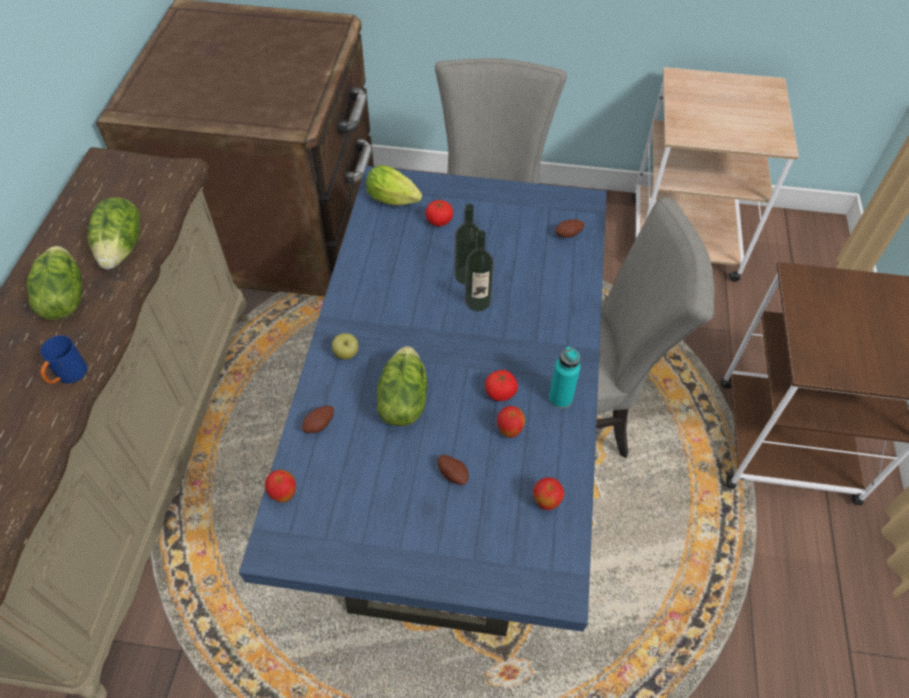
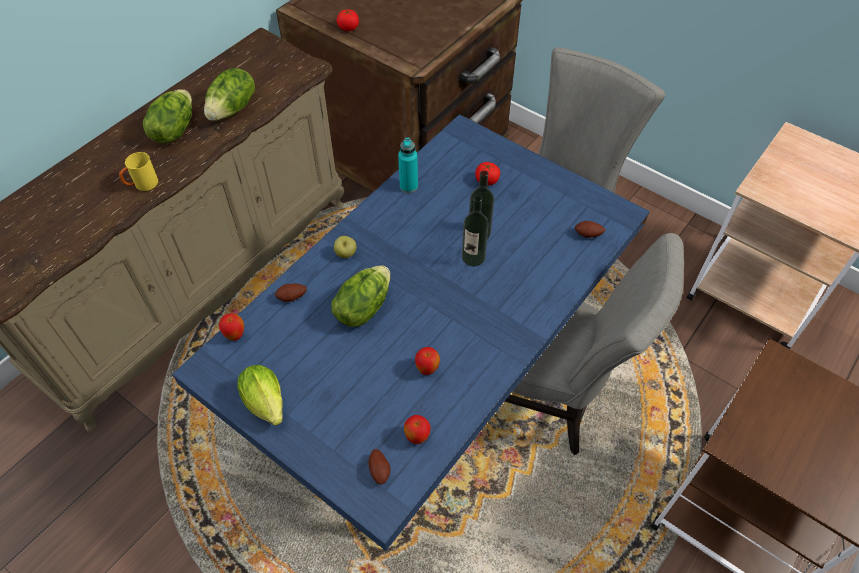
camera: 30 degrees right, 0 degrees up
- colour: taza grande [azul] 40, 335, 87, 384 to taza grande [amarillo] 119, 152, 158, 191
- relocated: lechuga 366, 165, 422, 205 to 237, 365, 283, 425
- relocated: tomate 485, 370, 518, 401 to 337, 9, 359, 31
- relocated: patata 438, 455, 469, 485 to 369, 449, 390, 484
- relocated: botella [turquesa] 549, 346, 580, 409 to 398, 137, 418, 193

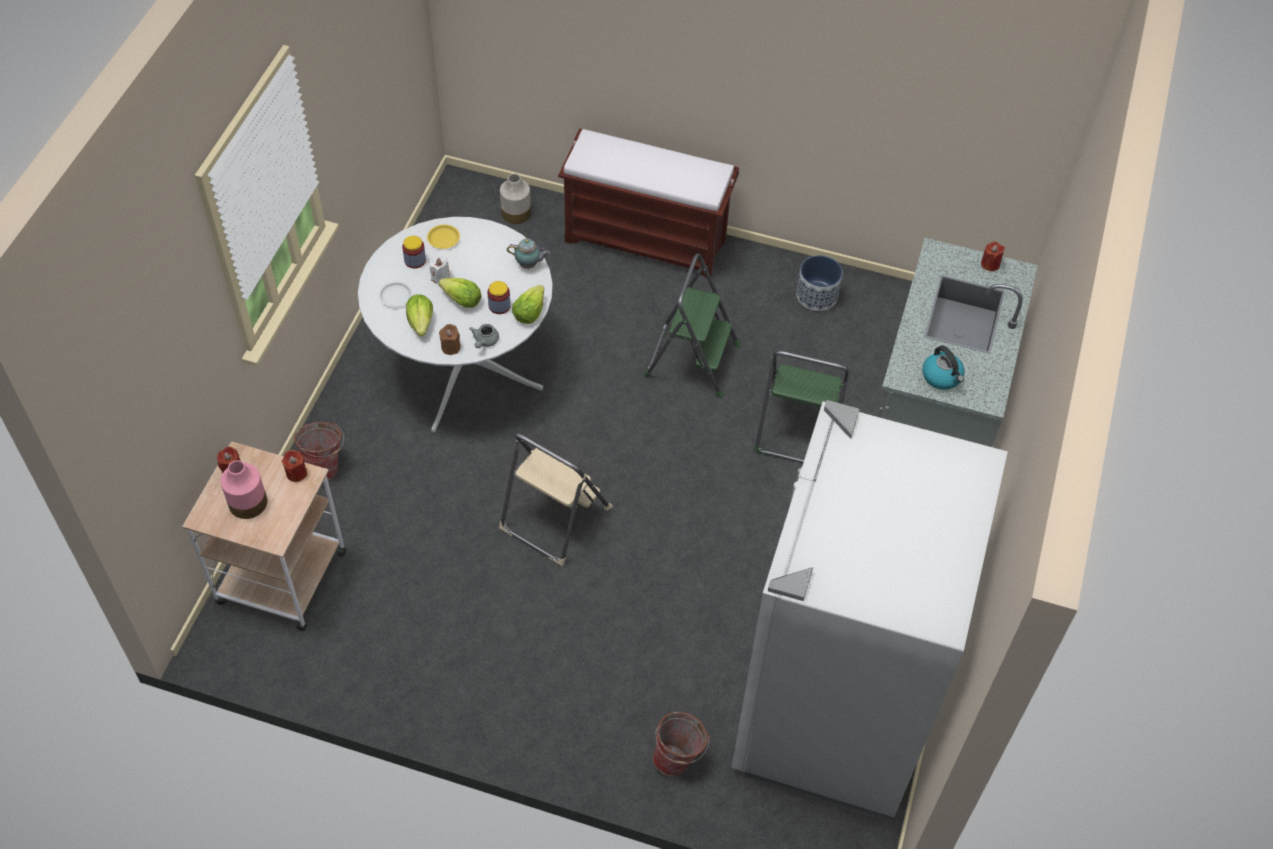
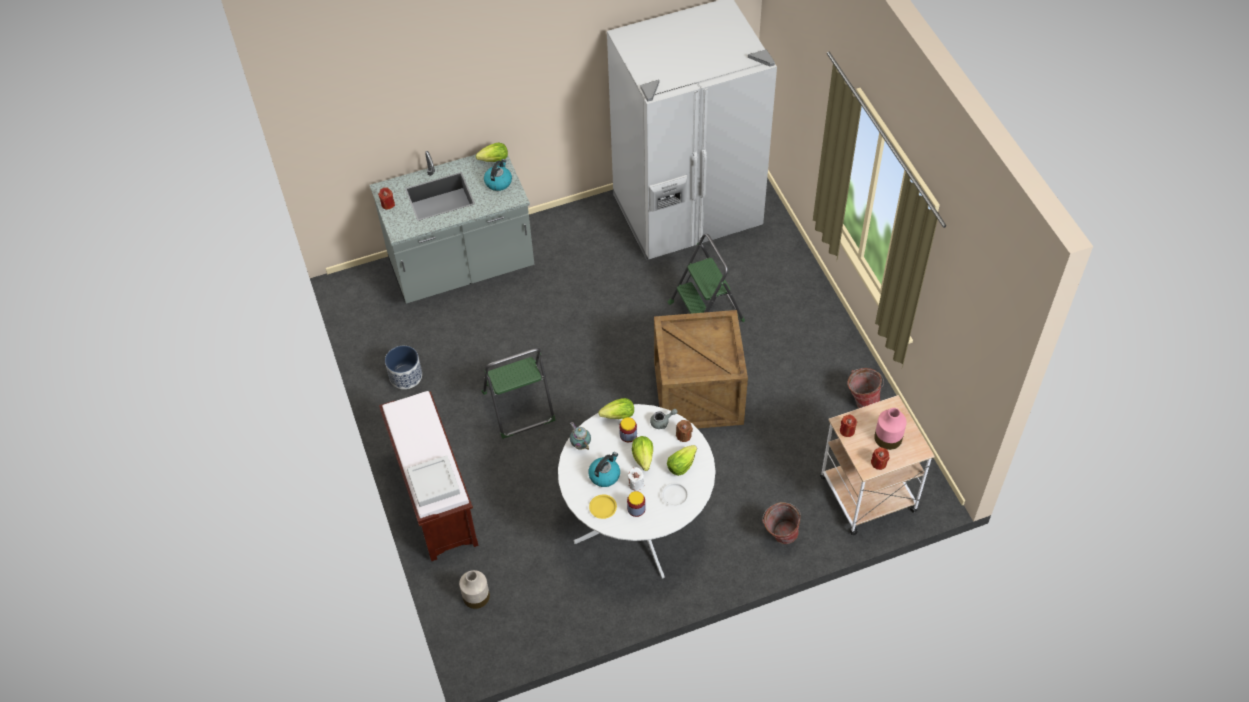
camera: 125 degrees left, 0 degrees up
- appeared: bandeja [gris] 407, 455, 460, 507
- appeared: lechuga 476, 143, 508, 162
- appeared: hervidor 588, 452, 620, 487
- exchanged: escalera de tijera [beis] 499, 432, 613, 566 to caja de embalaje 654, 310, 748, 429
- relocated: escalera de tijera [verde] 754, 350, 850, 463 to 668, 234, 745, 322
- relocated: cubo 653, 712, 710, 776 to 847, 368, 884, 408

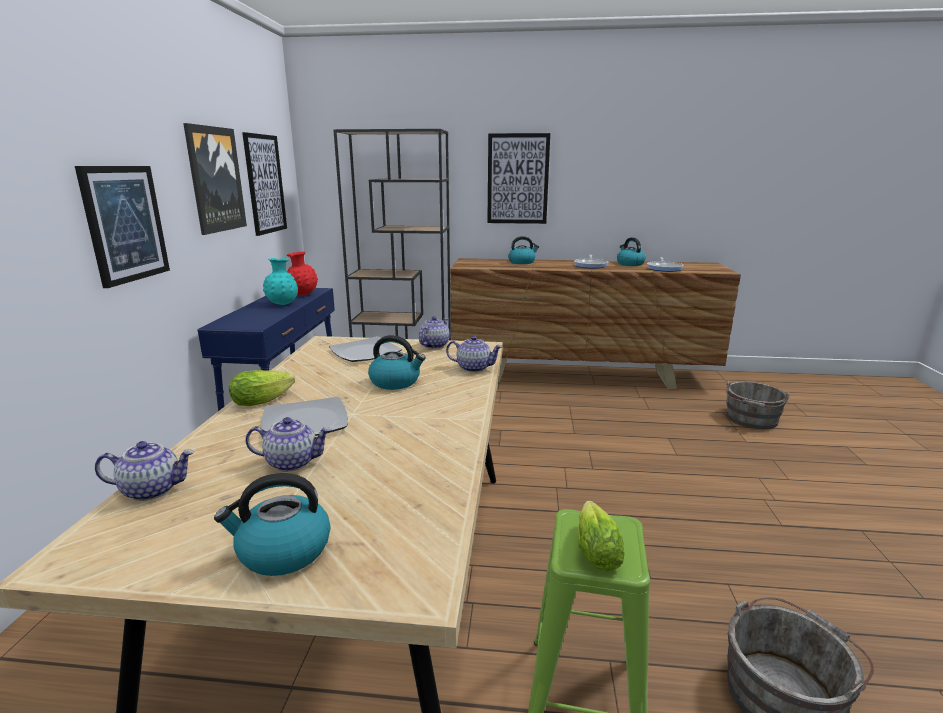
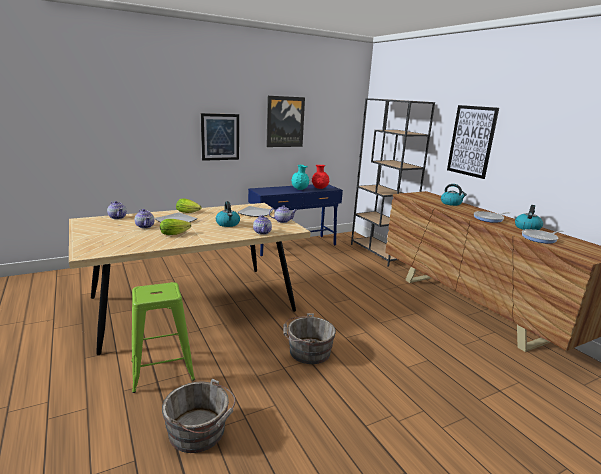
camera: 55 degrees right, 0 degrees up
- relocated: lechuga 578, 500, 625, 571 to 160, 219, 191, 235
- relocated: cubo [gris] 726, 381, 789, 429 to 283, 313, 336, 364
- missing: hervidor 214, 473, 330, 576
- missing: cuadro 242, 132, 287, 236

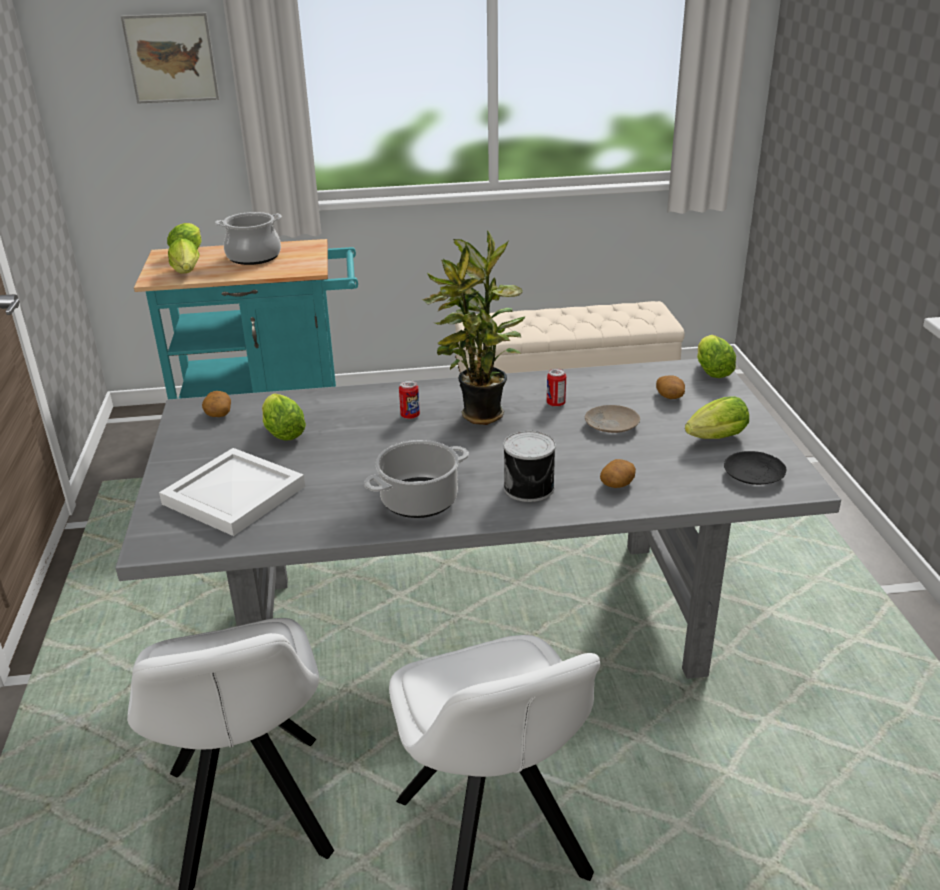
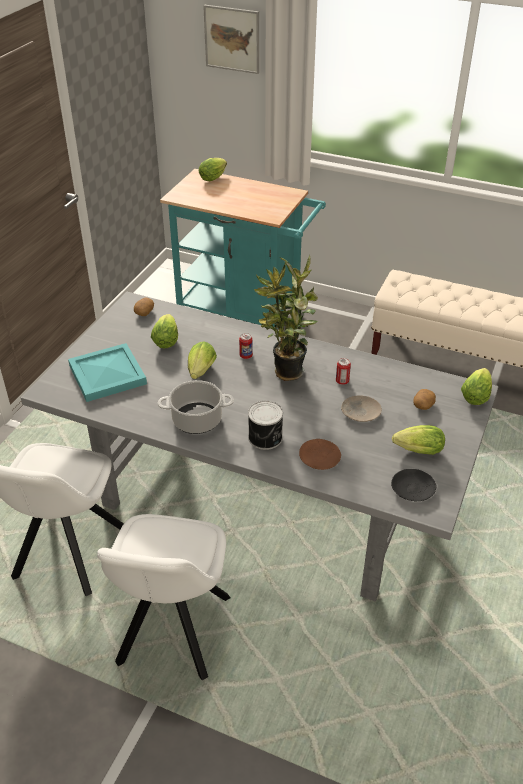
camera: 30 degrees right, 10 degrees up
- colour: bandeja [blanco] 159, 448, 305, 536 to bandeja [turquesa] 68, 343, 147, 402
- relocated: lechuga 168, 238, 199, 274 to 188, 341, 217, 379
- exchanged: patata 600, 459, 636, 488 to plato [marrón] 299, 439, 341, 470
- missing: olla 215, 212, 282, 265

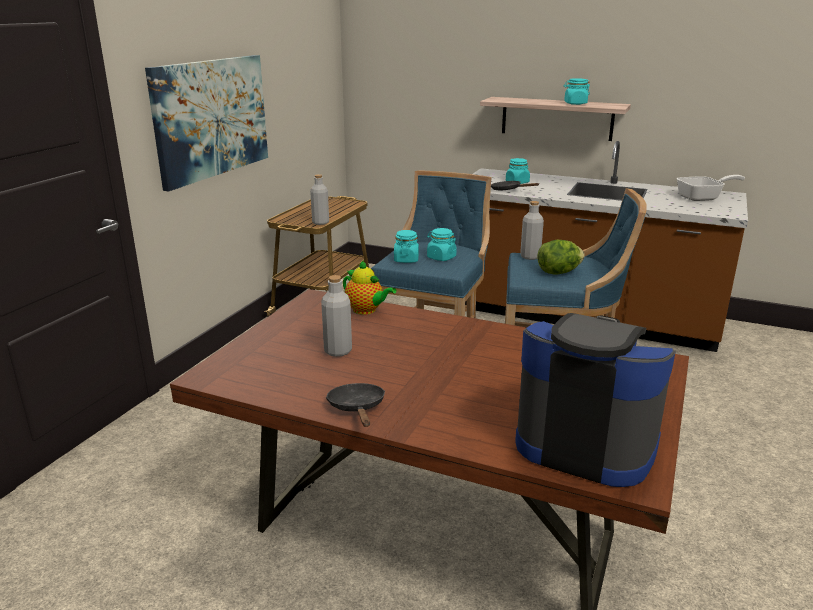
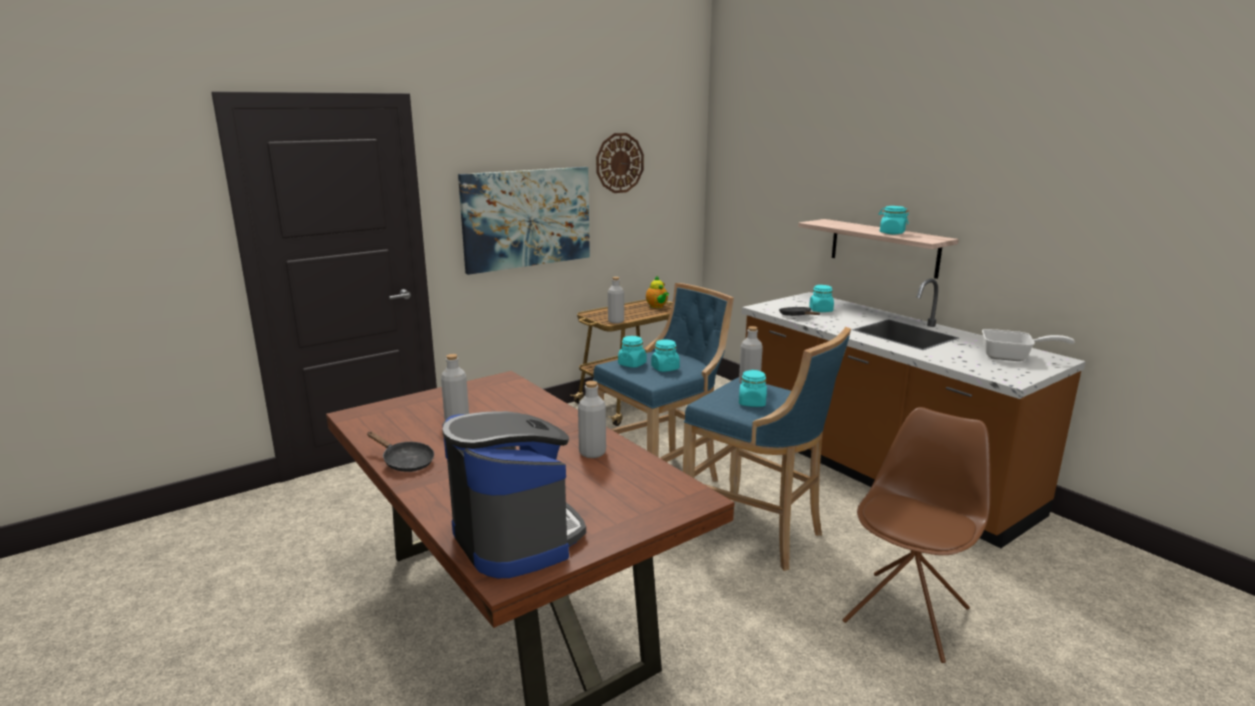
camera: 30 degrees right, 5 degrees down
- spun: sartén [negro] 326, 383, 385, 427 = 367, 432, 434, 472 105 degrees clockwise
- appeared: botella [gris] 578, 381, 606, 458
- appeared: reloj de pared 596, 133, 644, 193
- relocated: tetera 343, 260, 397, 315 to 646, 276, 669, 308
- exchanged: lechuga 538, 240, 585, 275 to tarro [turquesa] 739, 370, 767, 407
- appeared: silla [marrón] 842, 407, 991, 663

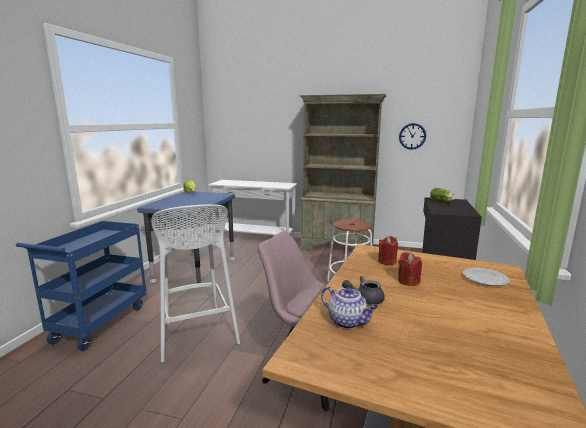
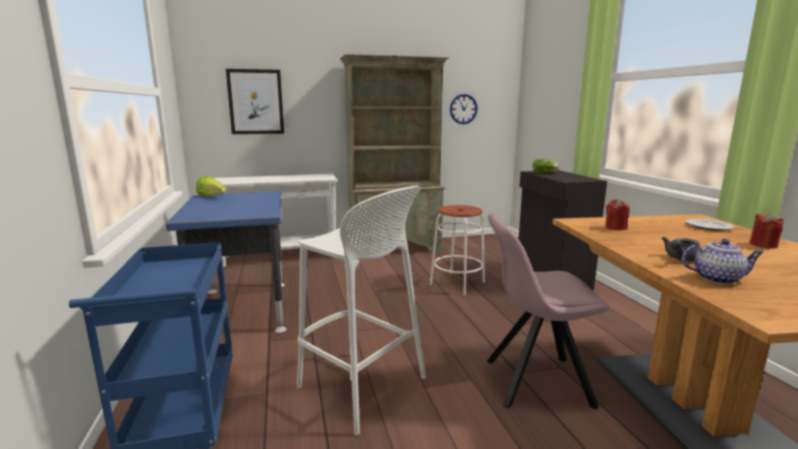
camera: 30 degrees left, 0 degrees up
- appeared: cuadro 226, 69, 284, 134
- relocated: vela [rojo] 398, 252, 422, 286 to 749, 213, 784, 248

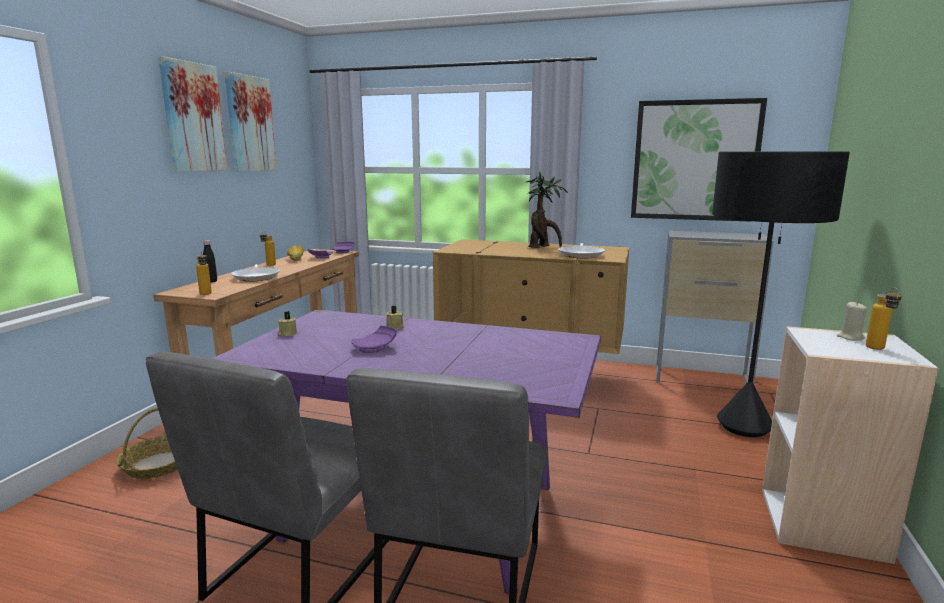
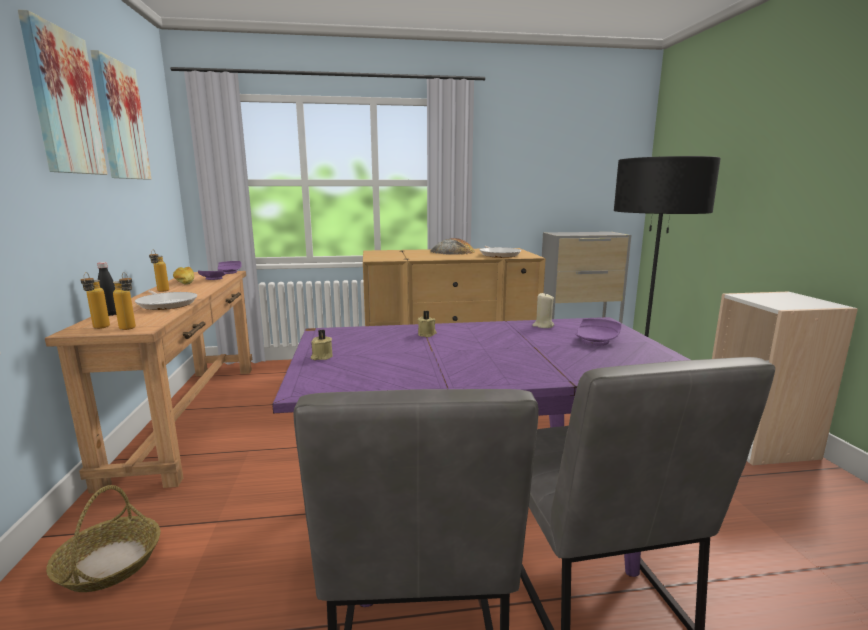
camera: 25 degrees left, 0 degrees up
- relocated: botella 865, 287, 902, 350 to 81, 272, 110, 329
- exchanged: planta en maceta 525, 171, 568, 248 to pan 431, 238, 475, 255
- relocated: vela [beis] 837, 302, 868, 341 to 533, 292, 554, 328
- relocated: plato [morado] 351, 325, 397, 353 to 576, 318, 621, 346
- missing: cuadro 631, 98, 767, 222

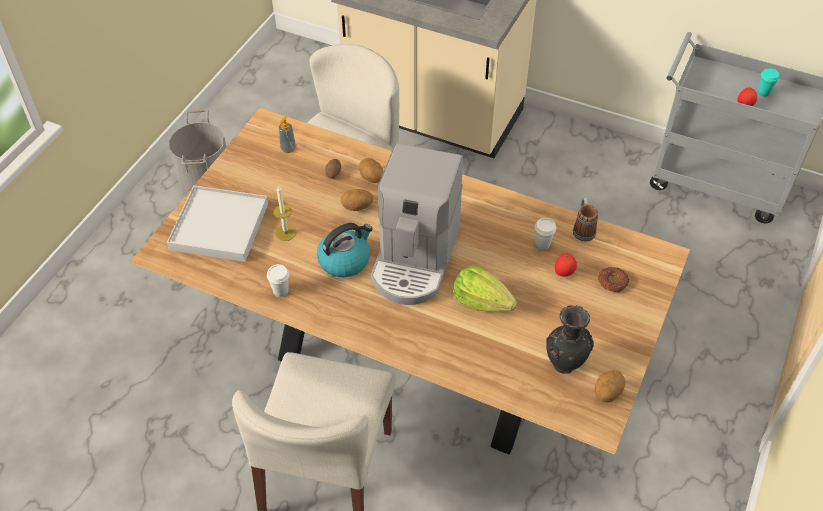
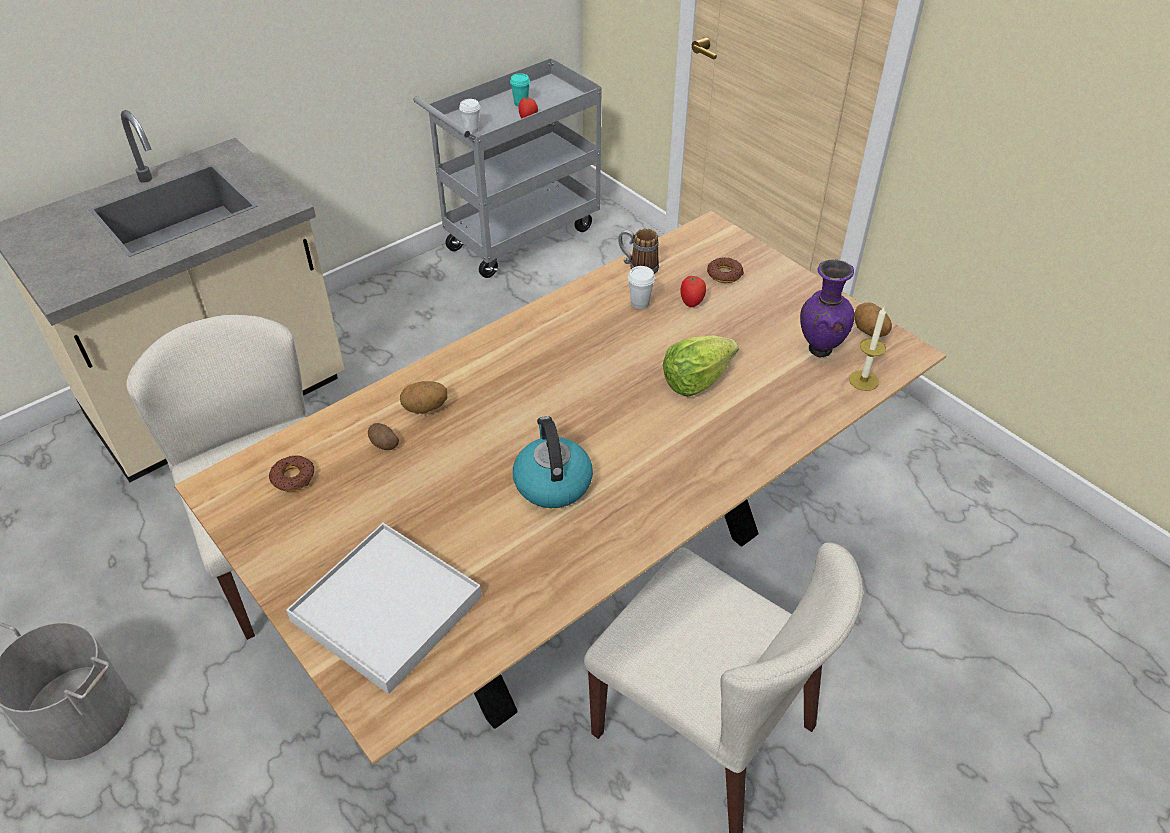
camera: 65 degrees left, 5 degrees down
- exchanged: dispensador de jabón 279, 116, 296, 153 to rosquilla 269, 455, 314, 491
- relocated: taza [blanco] 267, 264, 289, 297 to 459, 99, 480, 133
- colour: florero [negro] 546, 305, 594, 374 to florero [morado] 800, 259, 855, 358
- relocated: vela 273, 185, 296, 241 to 849, 307, 886, 391
- missing: patata 341, 189, 373, 211
- missing: cafetera 371, 143, 463, 305

